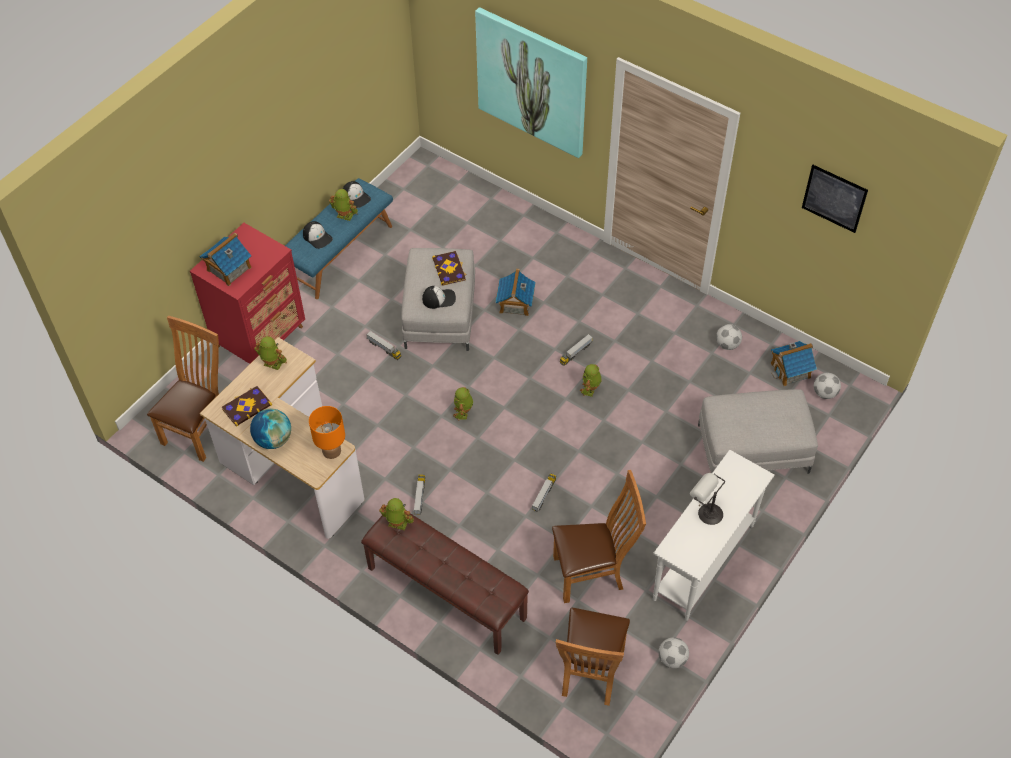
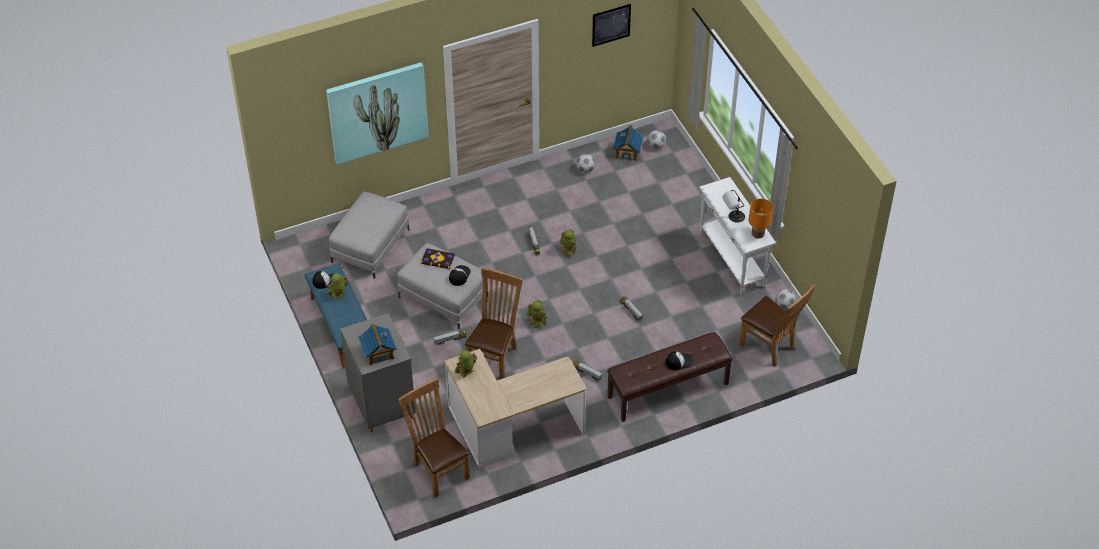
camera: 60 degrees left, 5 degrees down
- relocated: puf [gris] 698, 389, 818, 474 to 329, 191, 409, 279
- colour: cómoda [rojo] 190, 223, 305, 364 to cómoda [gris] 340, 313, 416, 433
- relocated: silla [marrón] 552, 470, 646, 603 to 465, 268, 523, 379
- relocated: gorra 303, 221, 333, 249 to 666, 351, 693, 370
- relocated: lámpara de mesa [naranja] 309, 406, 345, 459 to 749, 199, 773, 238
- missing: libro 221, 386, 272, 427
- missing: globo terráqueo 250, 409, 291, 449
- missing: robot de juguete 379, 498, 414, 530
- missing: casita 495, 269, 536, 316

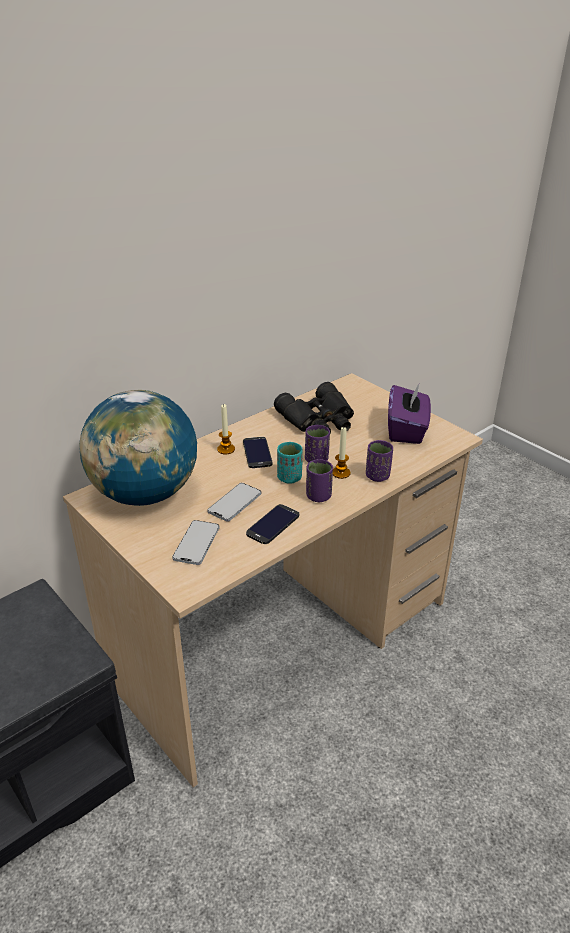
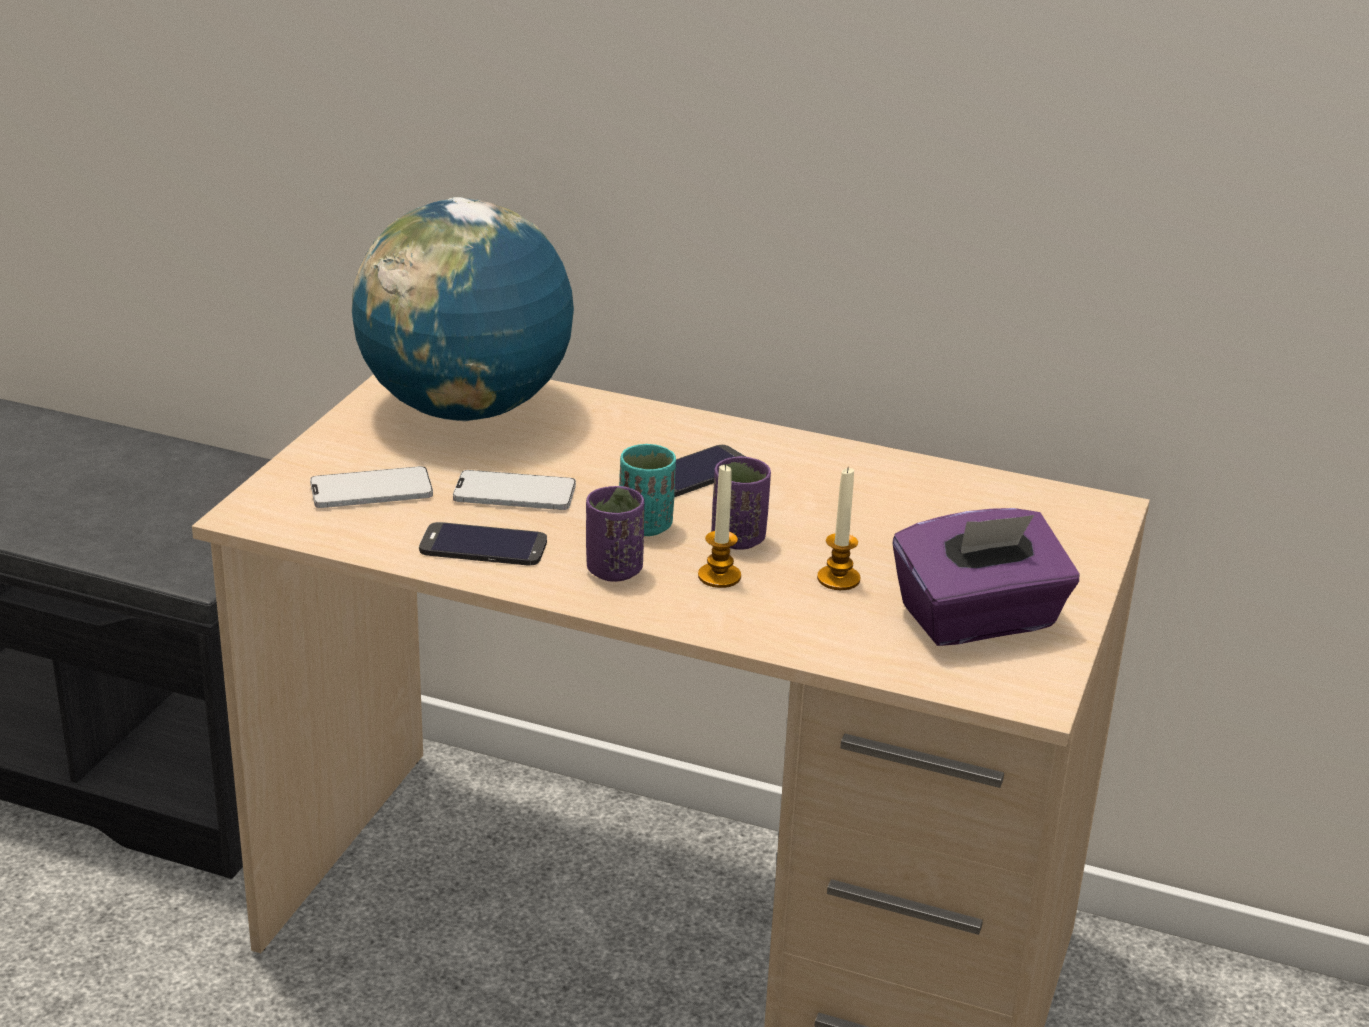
camera: 60 degrees right, 5 degrees down
- relocated: vela 217, 404, 235, 454 to 817, 466, 860, 590
- missing: prismáticos [negro] 274, 382, 354, 433
- missing: taza [morado] 366, 440, 393, 482

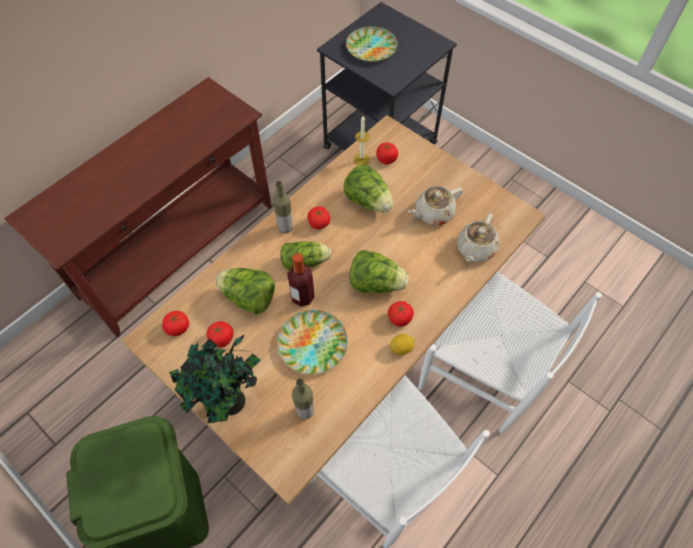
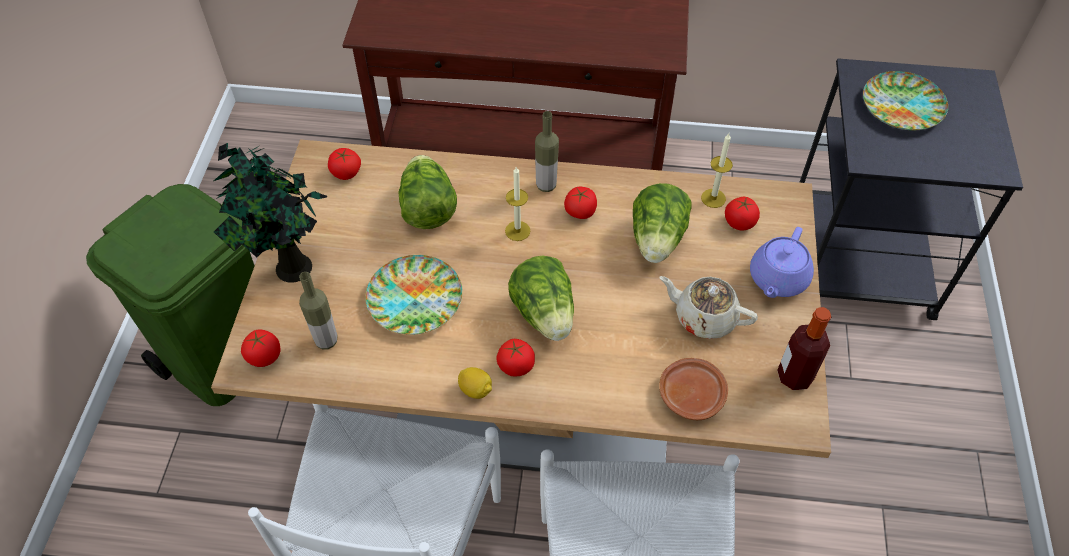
camera: 55 degrees right, 5 degrees down
- relocated: tomate 207, 321, 234, 347 to 241, 330, 280, 367
- exchanged: lechuga 281, 241, 331, 270 to vela 505, 167, 530, 241
- exchanged: tetera [beis] 457, 214, 499, 262 to plato [marrón] 659, 358, 728, 420
- appeared: tetera [morado] 750, 227, 814, 298
- relocated: botella 287, 253, 315, 307 to 777, 307, 831, 390

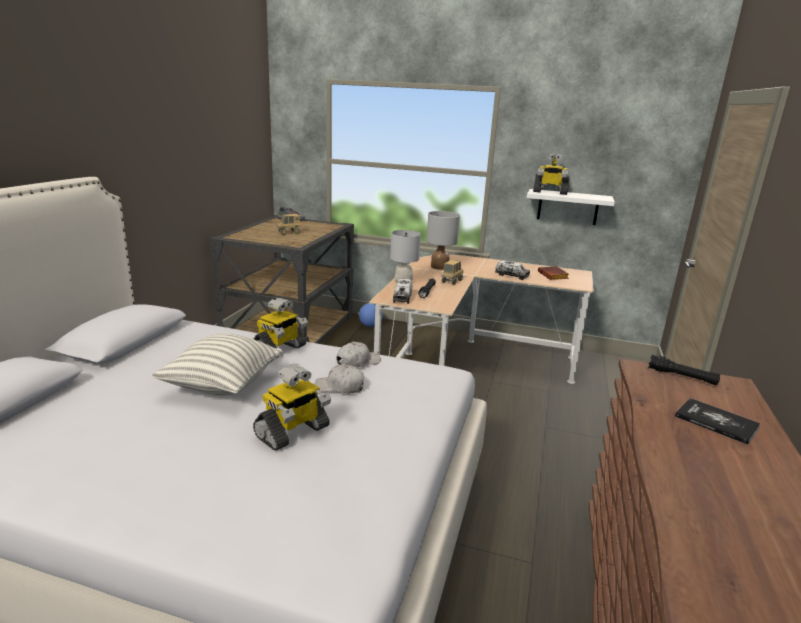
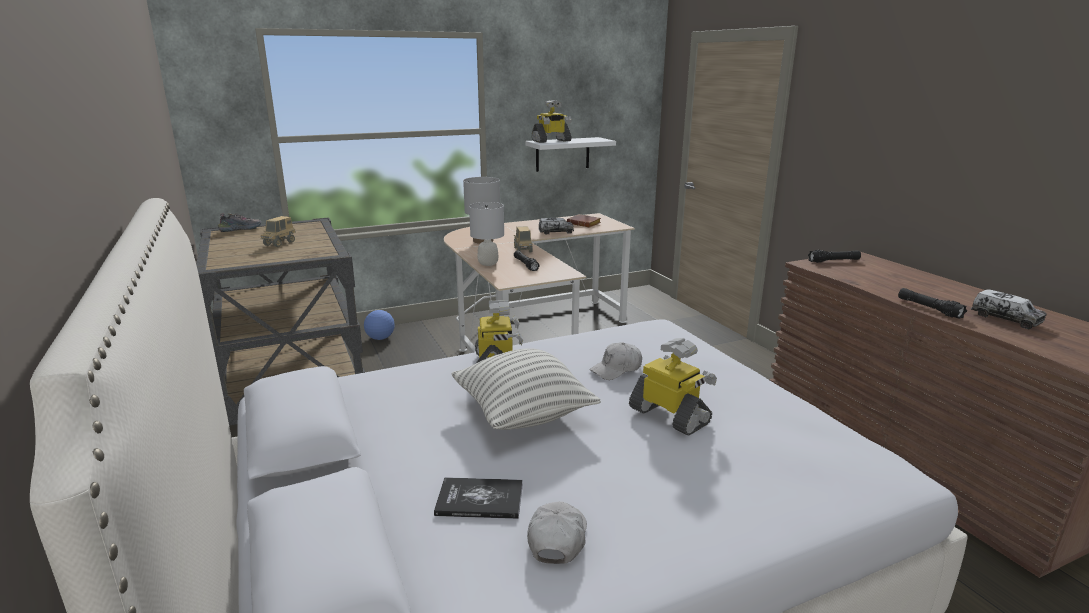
camera: 40 degrees left, 0 degrees up
- relocated: libro 675, 398, 761, 445 to 434, 477, 523, 519
- relocated: gorra [blanco] 337, 342, 381, 367 to 527, 501, 587, 564
- spun: robot de juguete 253, 364, 331, 451 = 629, 338, 717, 435 45 degrees counterclockwise
- appeared: linterna [negro] 898, 288, 967, 319
- relocated: camión de juguete 393, 279, 412, 304 to 971, 289, 1047, 329

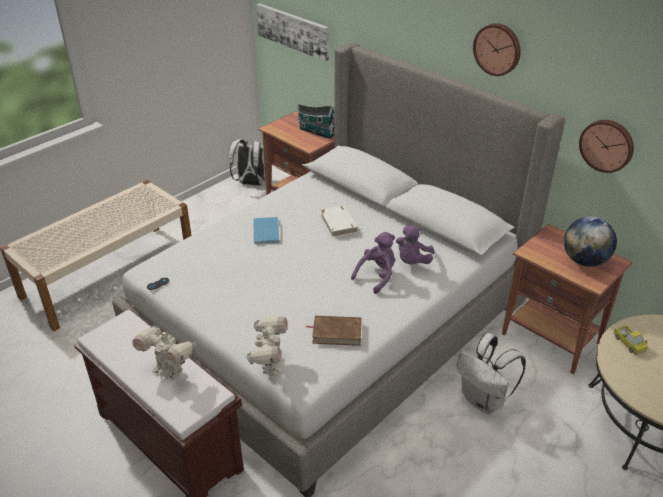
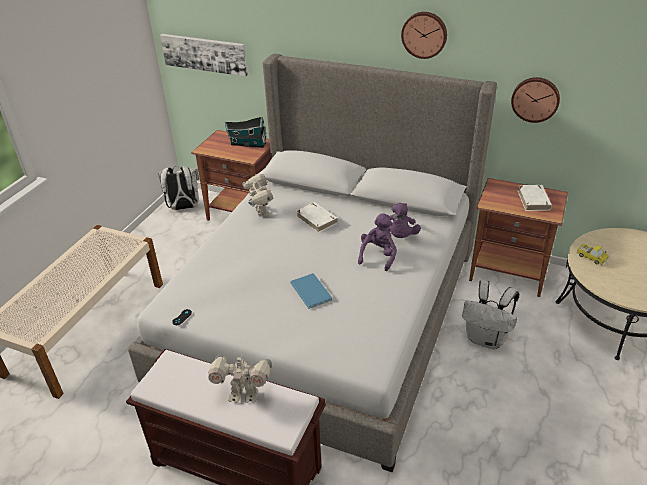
camera: 20 degrees left, 0 degrees up
- relocated: robot de juguete 246, 316, 288, 376 to 242, 174, 274, 217
- relocated: libro [azul] 253, 217, 280, 244 to 290, 273, 332, 309
- exchanged: globo terráqueo 564, 217, 617, 267 to libro [blanco] 517, 185, 552, 211
- missing: libro [marrón] 307, 315, 362, 346

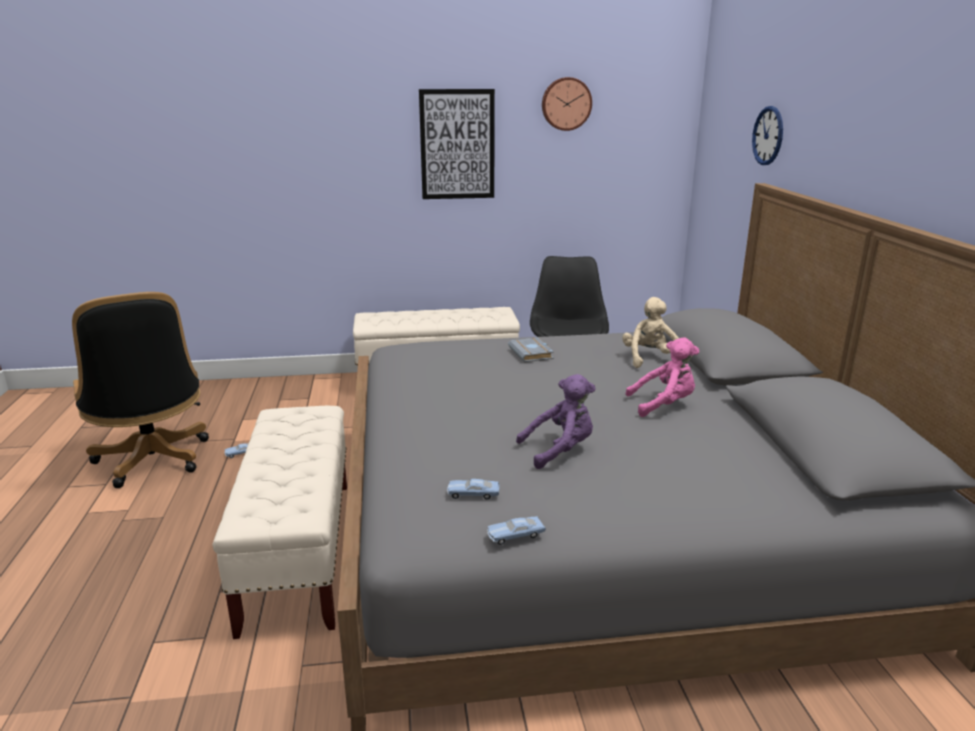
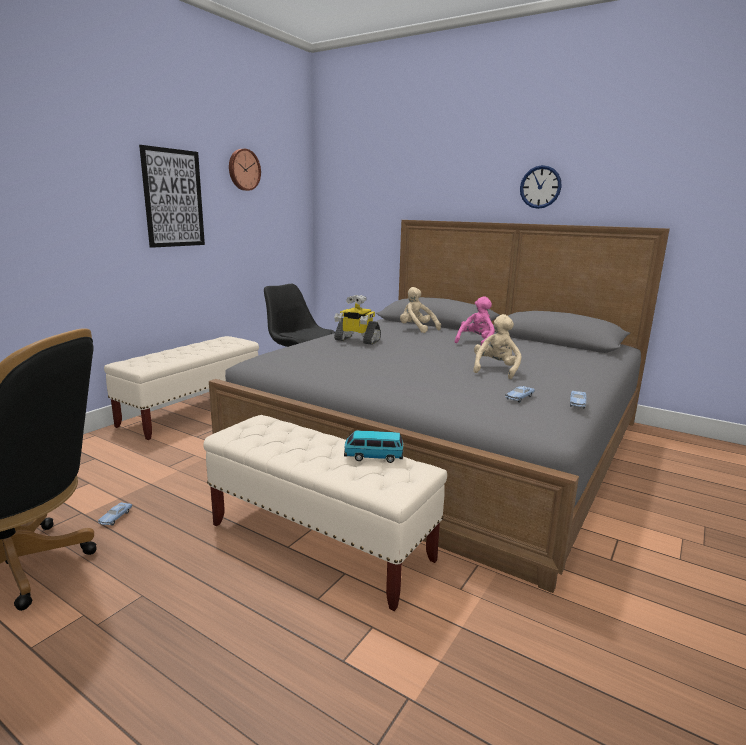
camera: 50 degrees left, 5 degrees down
- exchanged: libro [gris] 508, 338, 554, 362 to robot de juguete 334, 295, 381, 345
- appeared: coche de juguete 344, 430, 403, 463
- colour: peluche [morado] 516, 374, 595, 469 to peluche [beis] 473, 314, 521, 379
- relocated: reloj de pared 752, 106, 783, 165 to 520, 165, 561, 209

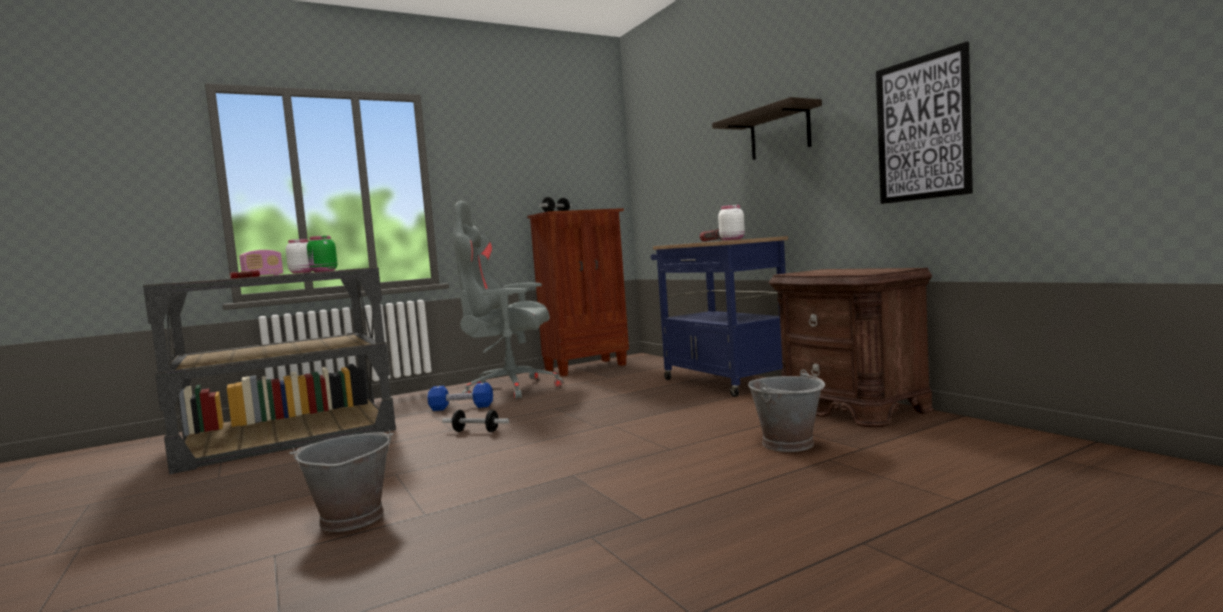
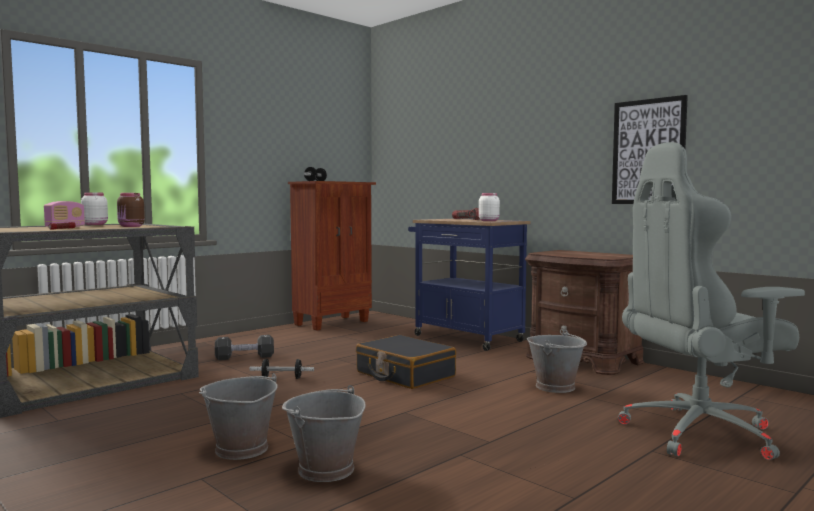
camera: 15 degrees left, 0 degrees up
- colour: tarro [verde] 307, 236, 337, 272 to tarro [marrón] 117, 193, 145, 227
- colour: mancuerna [azul] 427, 382, 493, 411 to mancuerna [negro] 215, 335, 274, 360
- appeared: cubo [gris] 282, 385, 366, 482
- appeared: maleta [negro] 356, 335, 456, 389
- relocated: silla de oficina [gris] 454, 200, 563, 399 to 618, 142, 805, 460
- missing: estante 712, 97, 822, 160

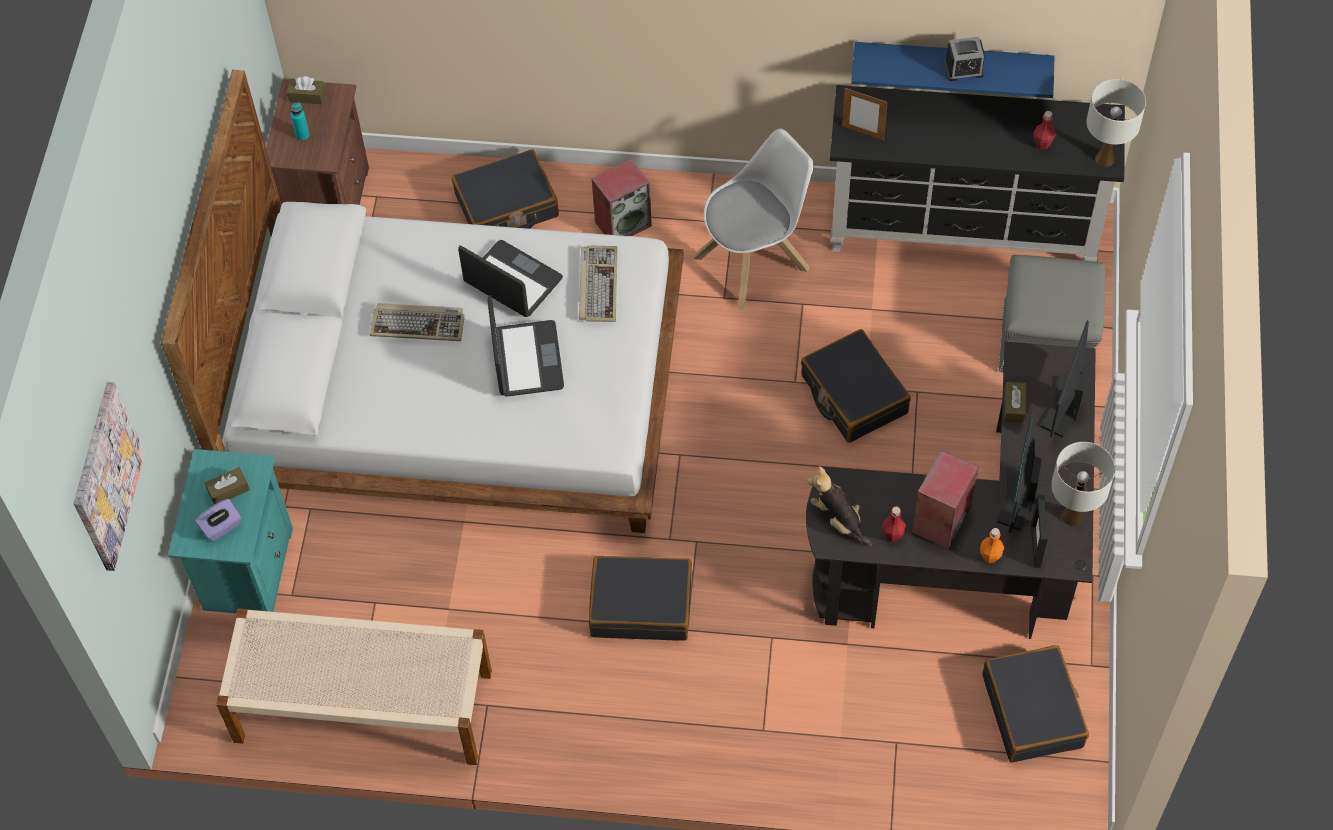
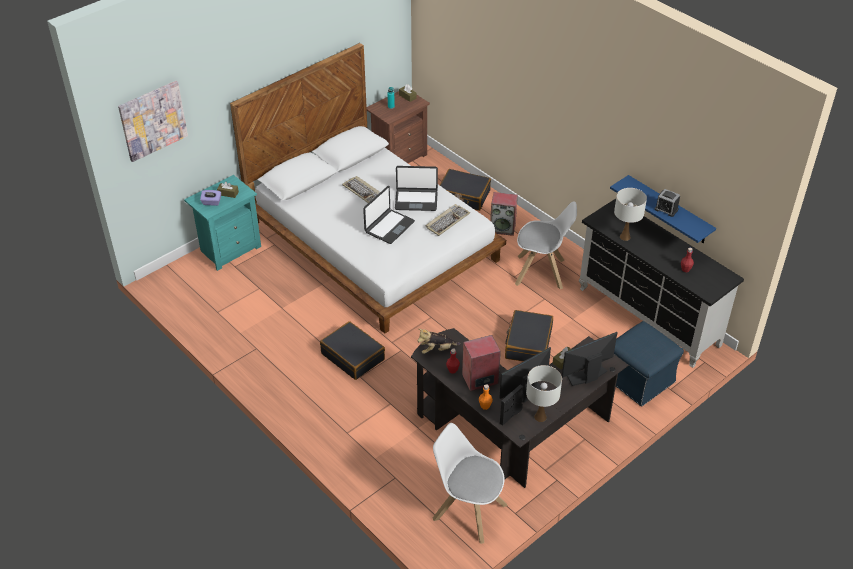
camera: 40 degrees right, 15 degrees down
- spun: portátil 458, 240, 563, 317 = 395, 166, 438, 211 105 degrees clockwise
- spun: peluche 807, 466, 872, 547 = 417, 329, 460, 354 105 degrees counterclockwise
- exchanged: maleta [negro] 982, 645, 1089, 763 to silla 432, 423, 508, 544
- relocated: lámpara de mesa [blanco] 1087, 79, 1146, 167 to 614, 188, 647, 241
- colour: puf [gris] 999, 255, 1105, 373 to puf [azul] 614, 321, 684, 406
- missing: banco [beis] 216, 608, 492, 765
- missing: portarretratos 842, 88, 888, 140

